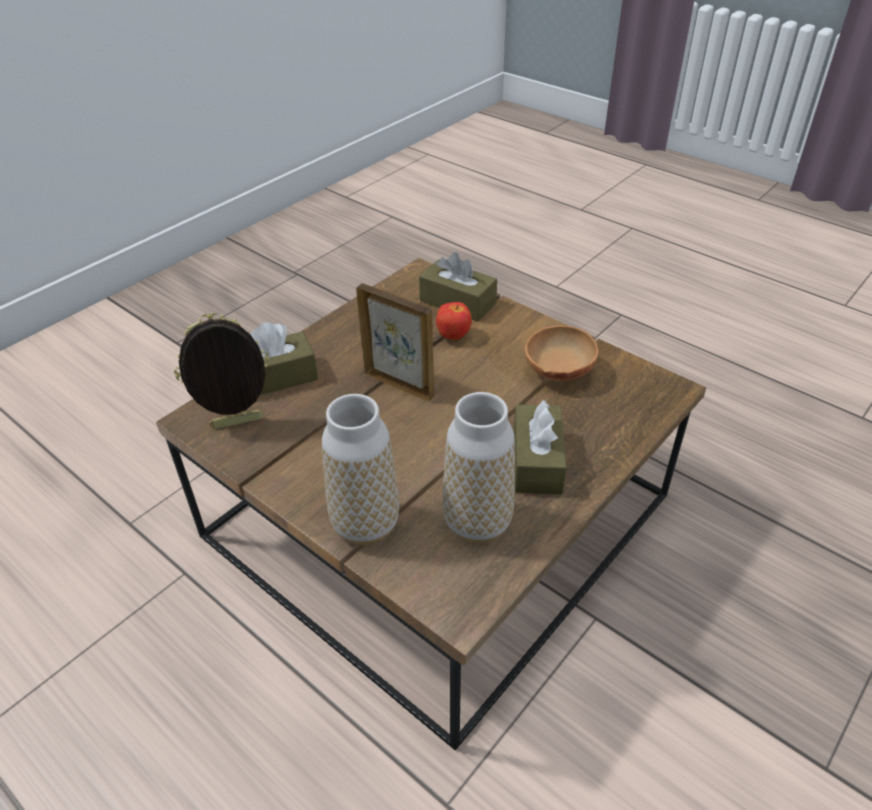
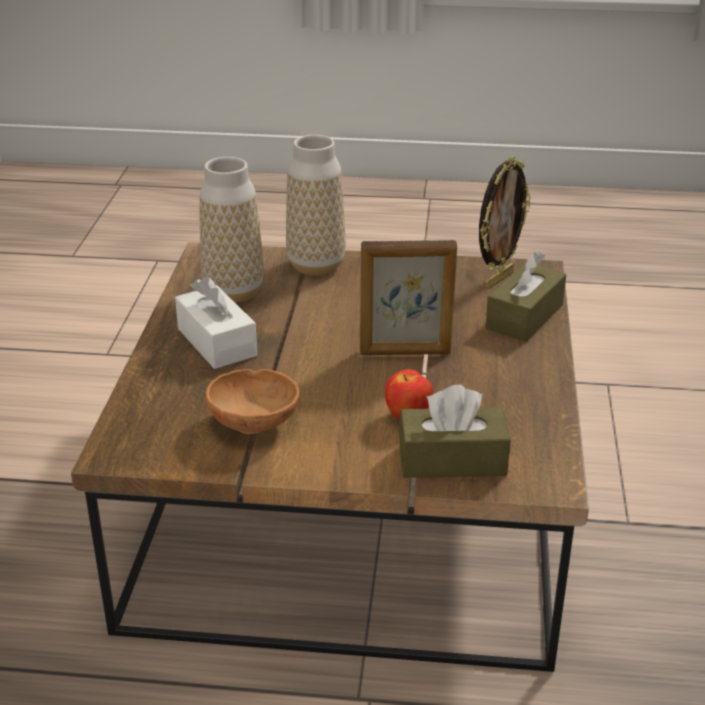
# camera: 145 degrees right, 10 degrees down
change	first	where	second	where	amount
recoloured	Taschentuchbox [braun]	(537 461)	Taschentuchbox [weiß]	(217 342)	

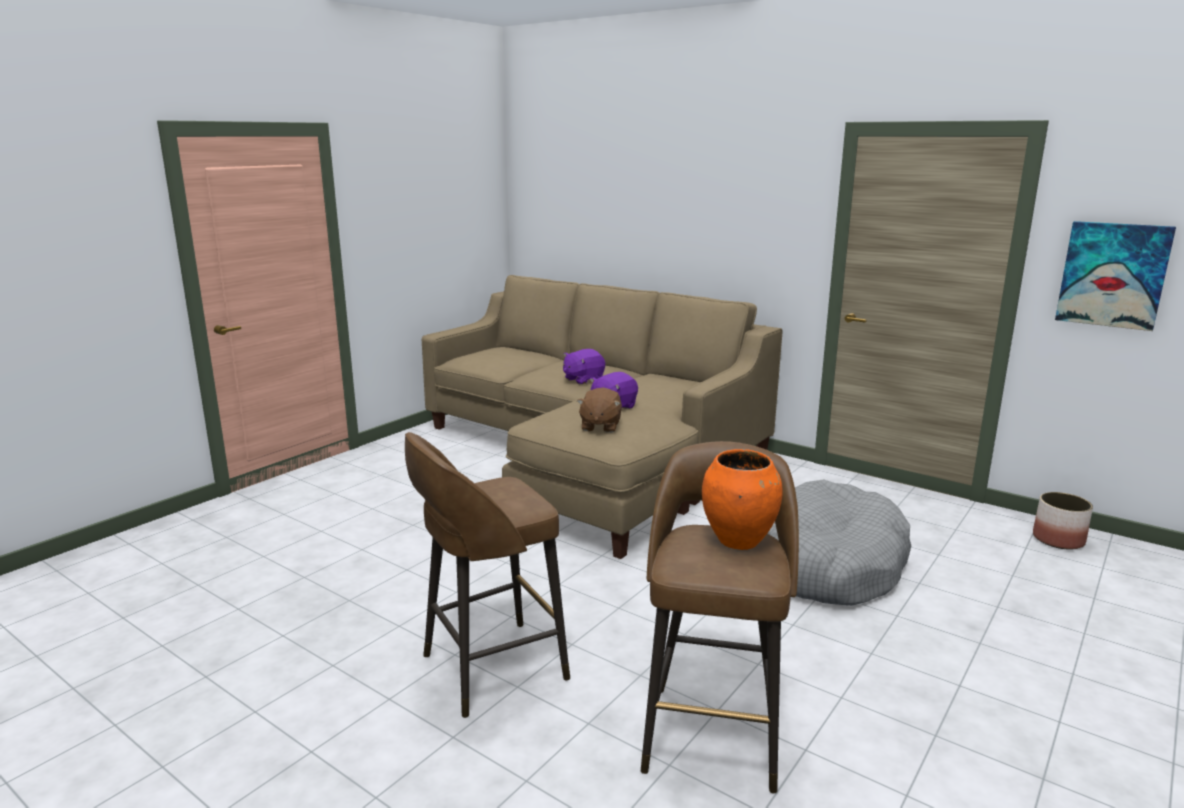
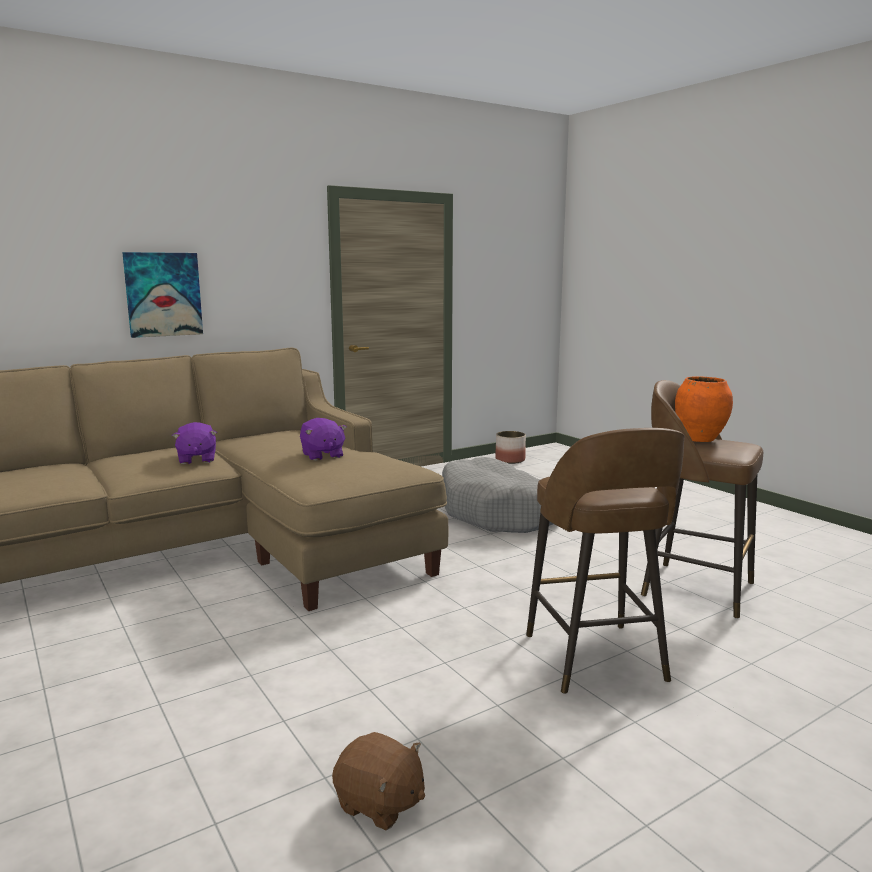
# camera: 70 degrees left, 5 degrees down
change	first	where	second	where	amount
moved	Bild	(1113 275)		(163 294)	
moved	Plüschtier [braun]	(600 426)		(379 804)	

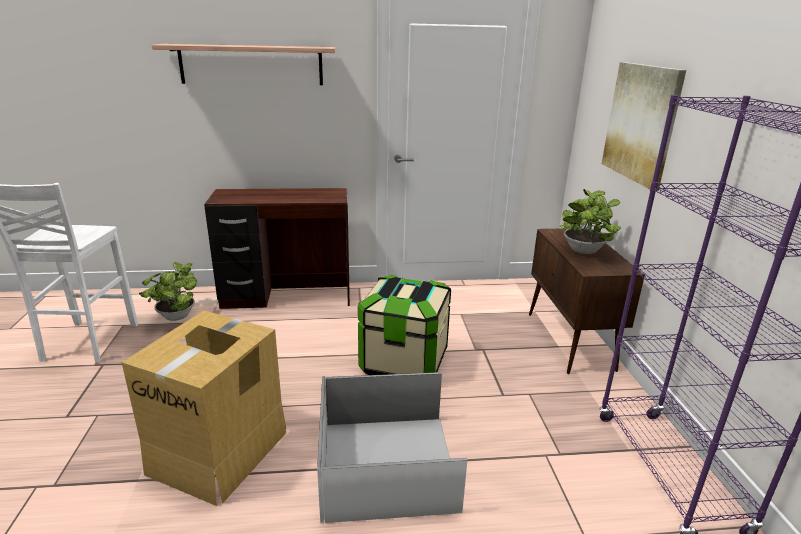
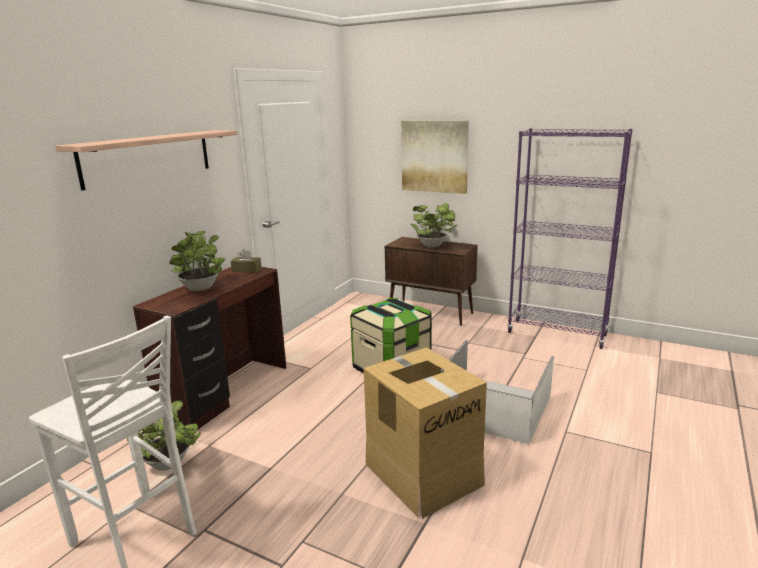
# camera: 55 degrees left, 5 degrees down
change	first	where	second	where	amount
added			Topfpflanze	(200 289)	
added			Taschentuchbox [braun]	(246 270)	

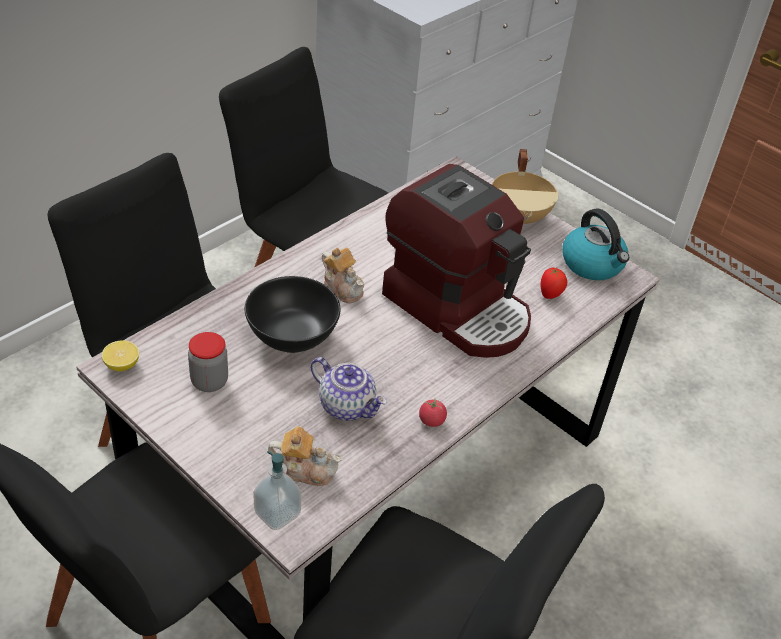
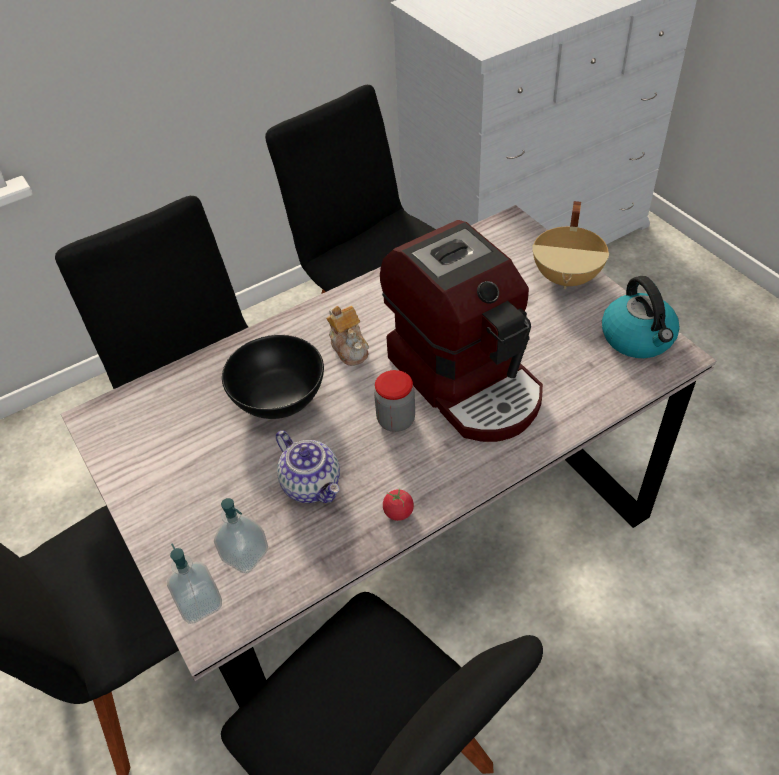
# camera: 20 degrees right, 5 degrees up
change	first	where	second	where	amount
removed	Tomate	(550 295)			
moved	Vorratsglas	(209 382)		(396 420)	
removed	Zitrone	(122 365)			
replaced	Teekanne	(305 469)	Seifenspender	(245 555)	

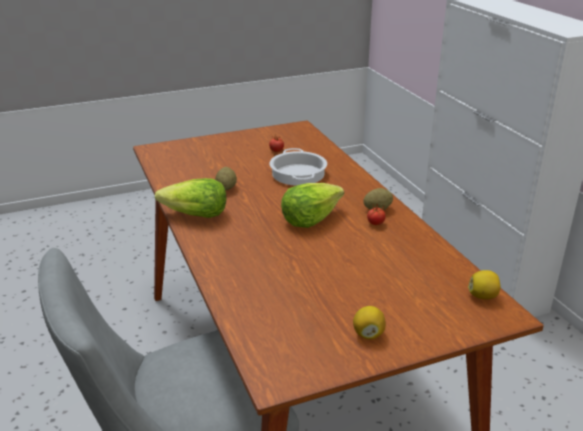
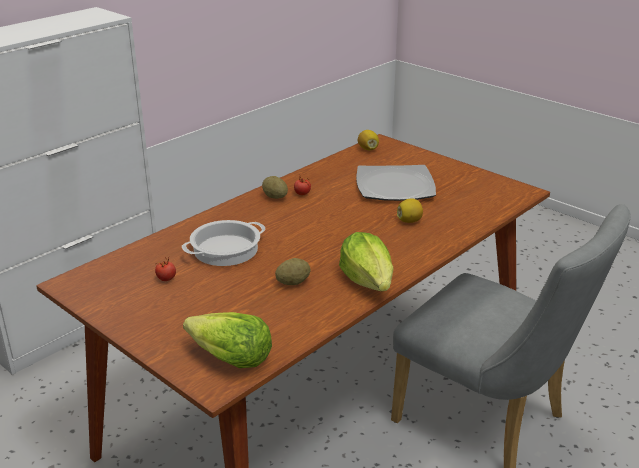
# camera: 115 degrees left, 0 degrees up
change	first	where	second	where	amount
moved	Salatkopf	(310 218)		(229 358)	
moved	Zitrone	(368 334)		(409 221)	
added			Teller	(394 186)	

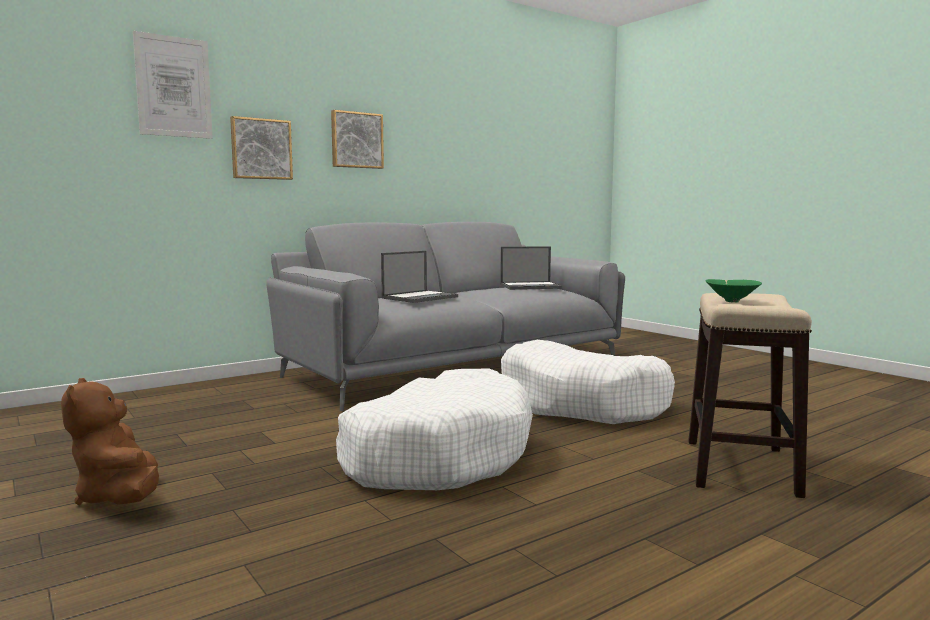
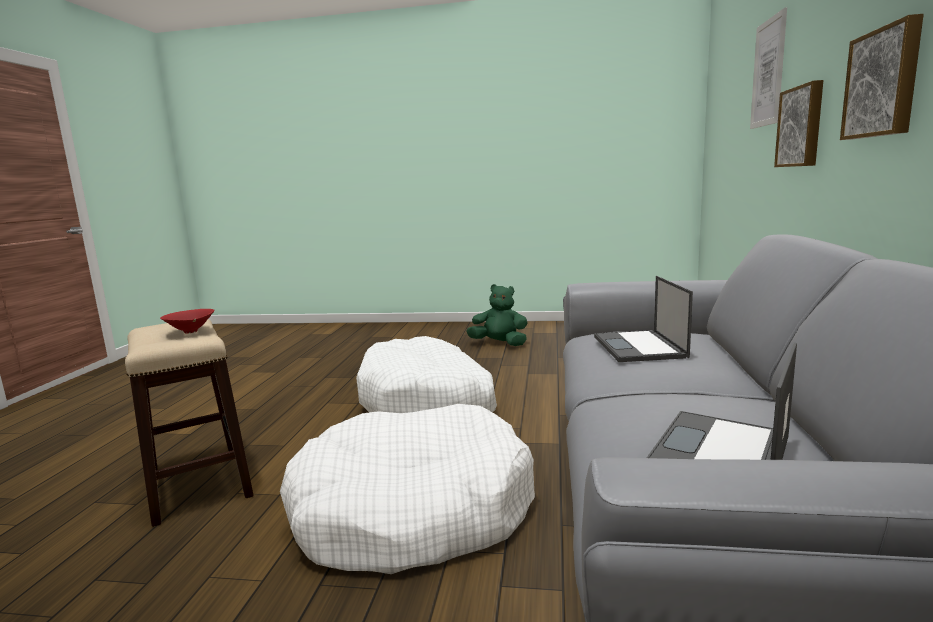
# camera: 135 degrees right, 5 degrees up
change	first	where	second	where	amount
recoloured	Schüssel [grün]	(731 301)	Schüssel [rot]	(191 332)	
recoloured	Plüschtier [braun]	(120 498)	Plüschtier [grün]	(499 344)	

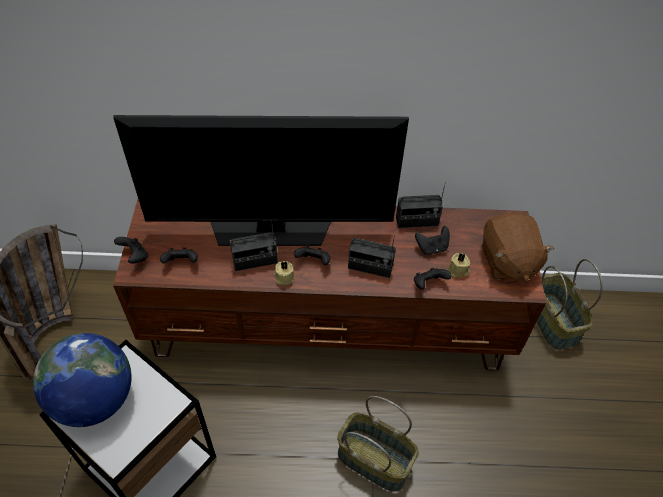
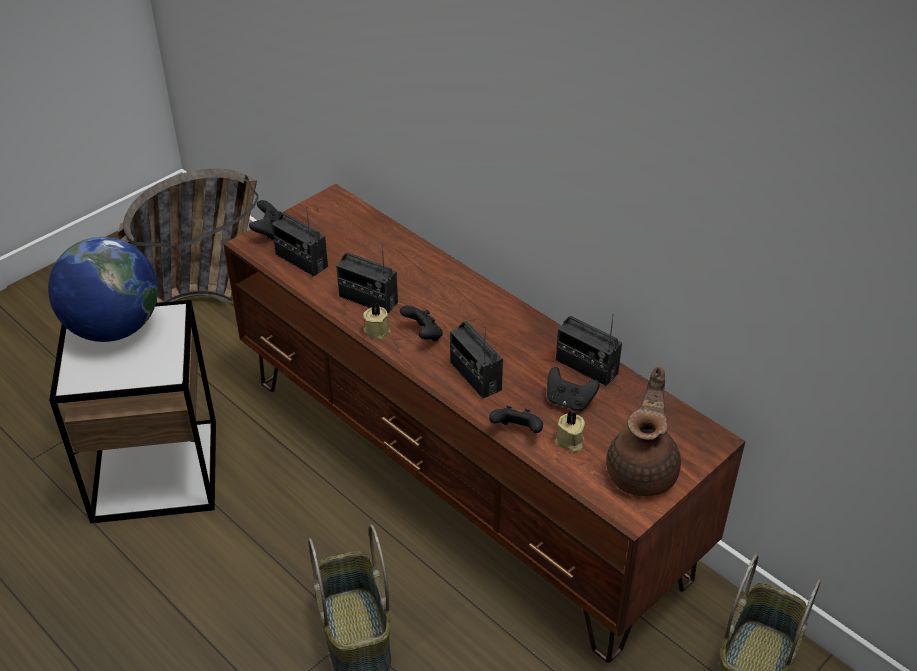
# camera: 45 degrees right, 10 degrees down
change	first	where	second	where	amount
removed	Fernseher	(271 228)			
replaced	Plüschtier [braun]	(507 261)	Teekanne [braun]	(643 471)	
replaced	Gamepad [schwarz]	(181 263)	Radio	(301 260)	

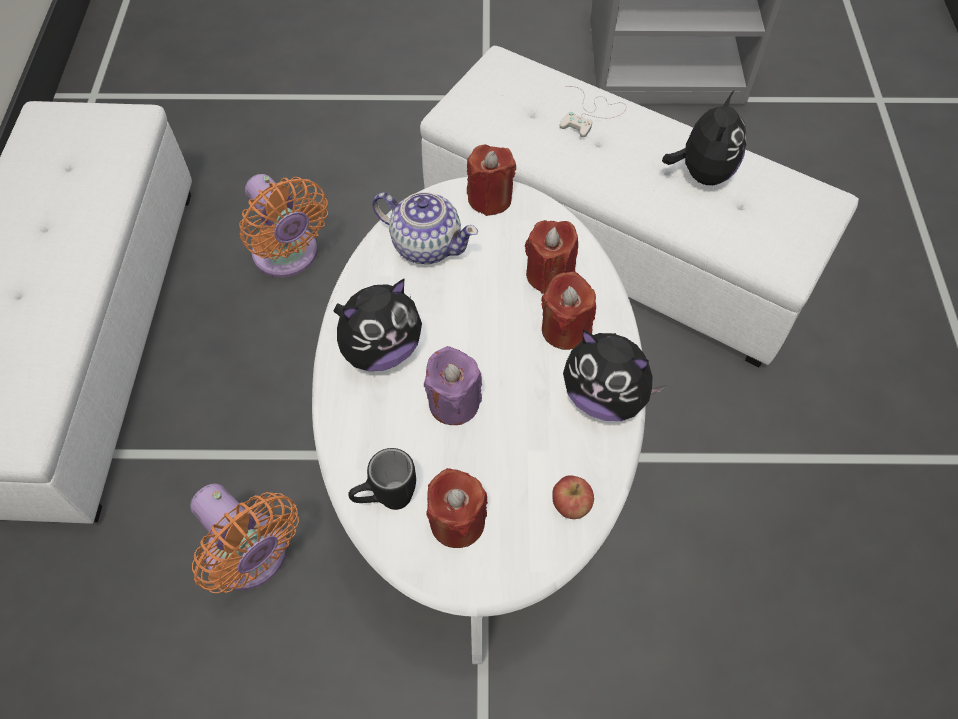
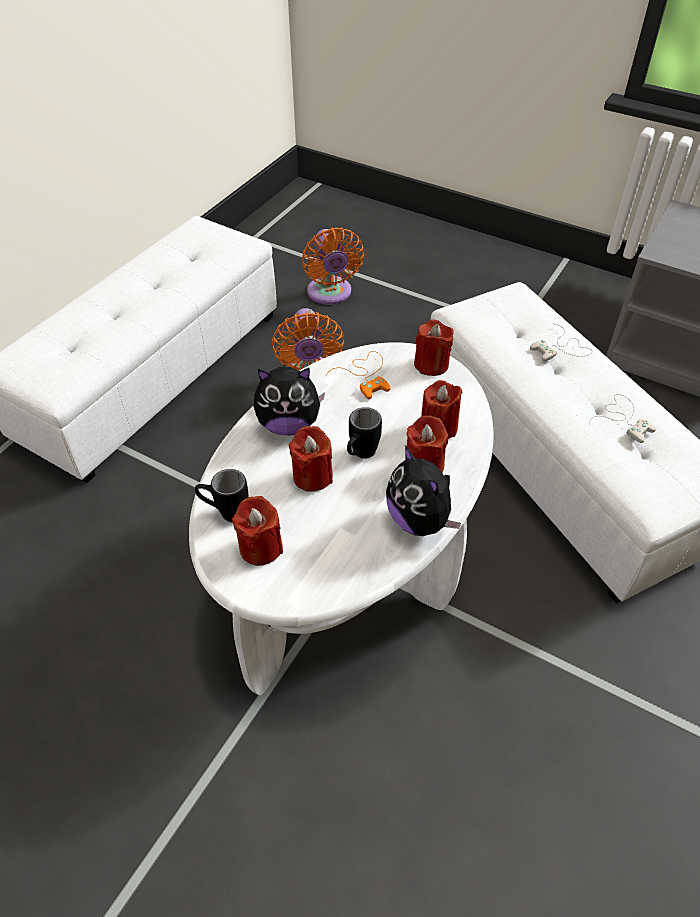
# camera: 30 degrees right, 10 degrees down
change	first	where	second	where	amount
replaced	Plüschtier	(702 173)	Gamepad [weiß]	(623 419)	
replaced	Teekanne	(426 244)	Gamepad [orange]	(366 375)	
recoloured	Kerze [lila]	(453 403)	Kerze [rot]	(312 476)	
removed	Apfel	(570 505)			
moved	Ventilator [orange]	(252 558)		(330 294)	
added			Henkelbecher [schwarz]	(360 455)	

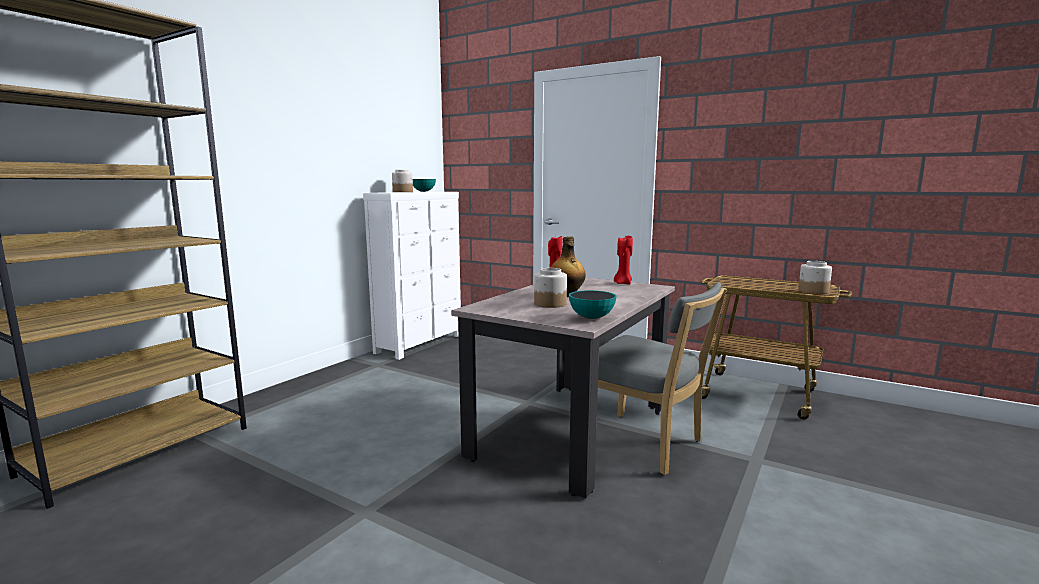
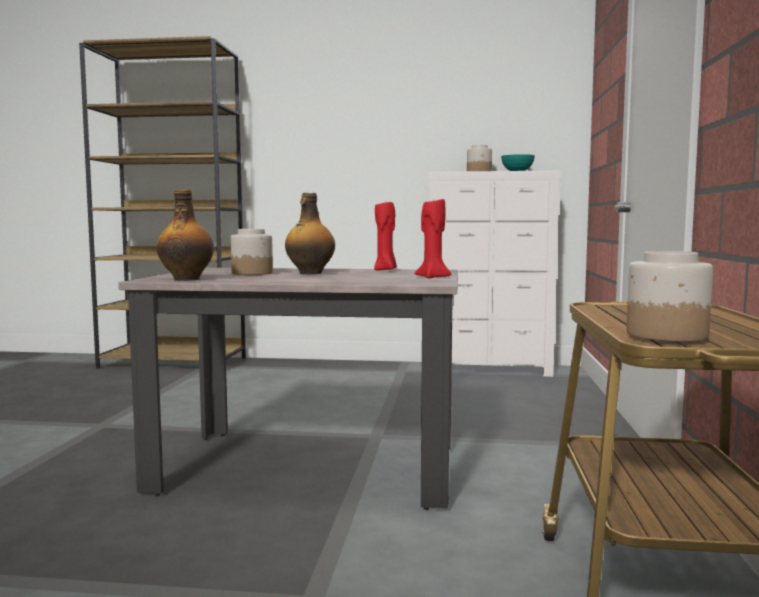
# camera: 65 degrees right, 5 degrees down
change	first	where	second	where	amount
removed	Stuhl [grau]	(645 445)			
replaced	Schüssel	(591 318)	Flasche	(187 279)	

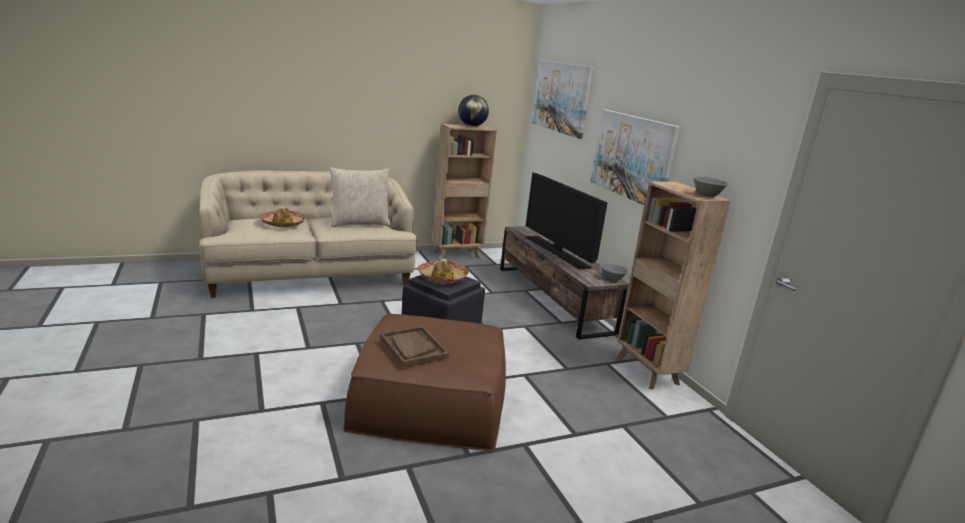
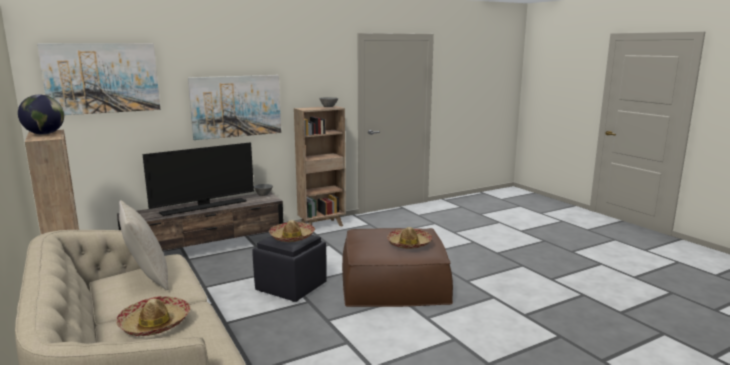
# camera: 95 degrees left, 5 degrees down
change	first	where	second	where	amount
replaced	Tablett [braun]	(413 348)	Hut	(409 244)	

